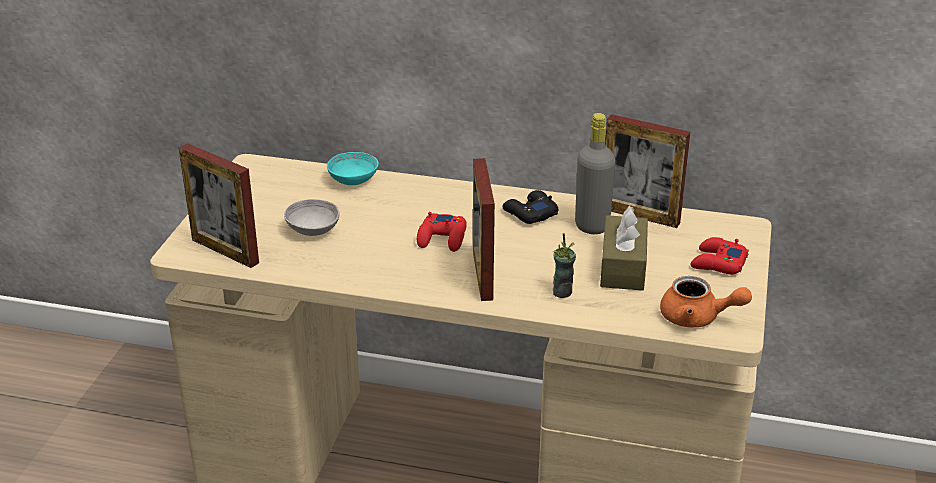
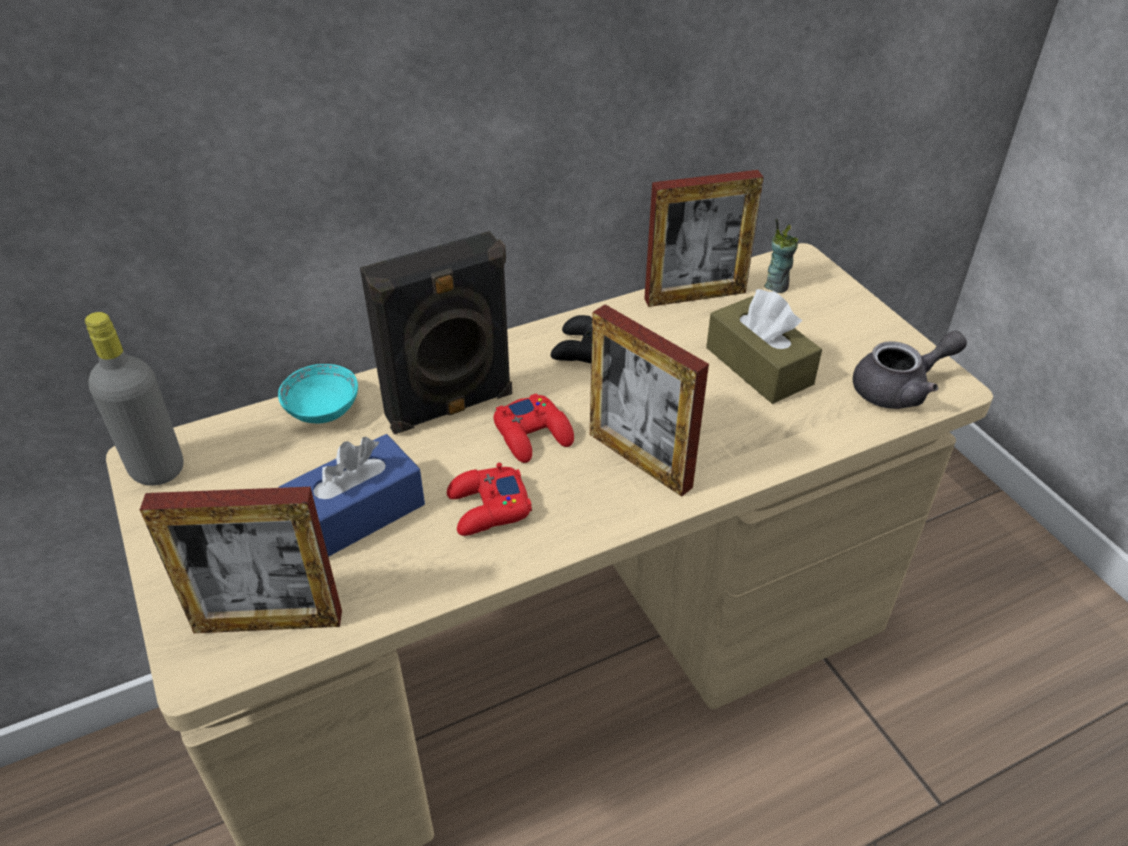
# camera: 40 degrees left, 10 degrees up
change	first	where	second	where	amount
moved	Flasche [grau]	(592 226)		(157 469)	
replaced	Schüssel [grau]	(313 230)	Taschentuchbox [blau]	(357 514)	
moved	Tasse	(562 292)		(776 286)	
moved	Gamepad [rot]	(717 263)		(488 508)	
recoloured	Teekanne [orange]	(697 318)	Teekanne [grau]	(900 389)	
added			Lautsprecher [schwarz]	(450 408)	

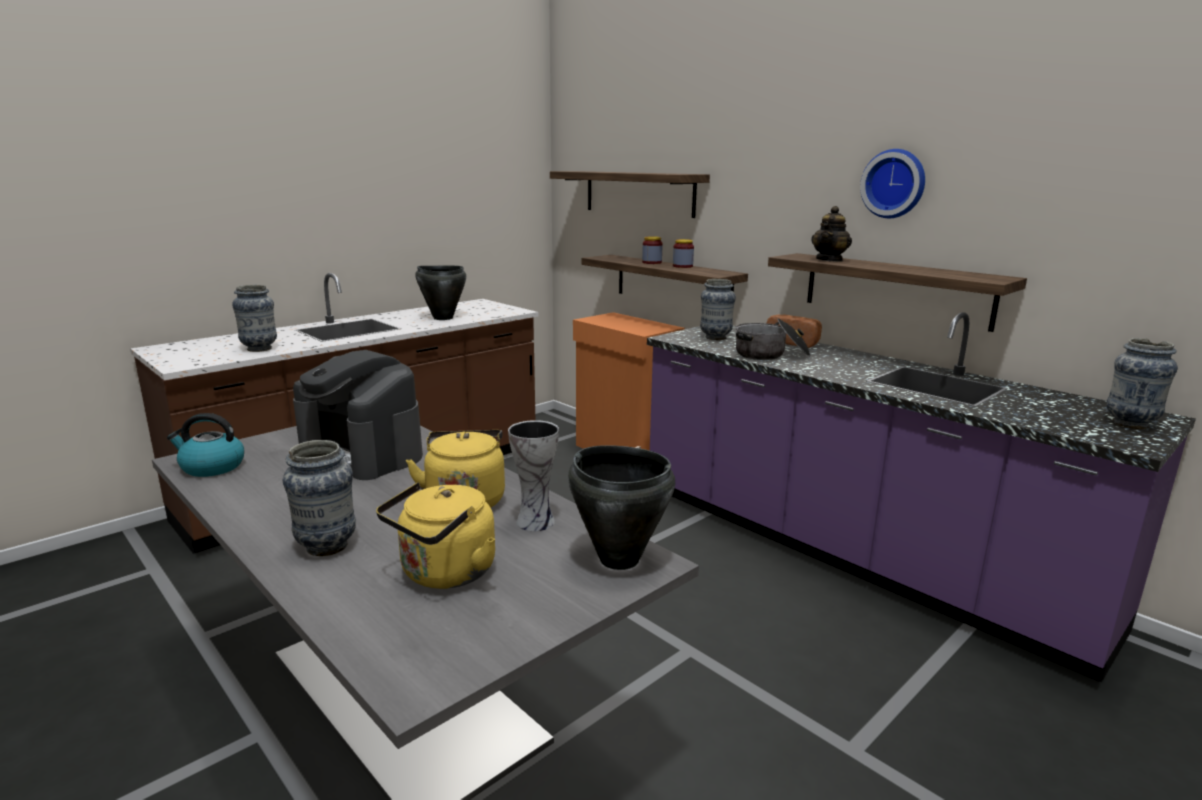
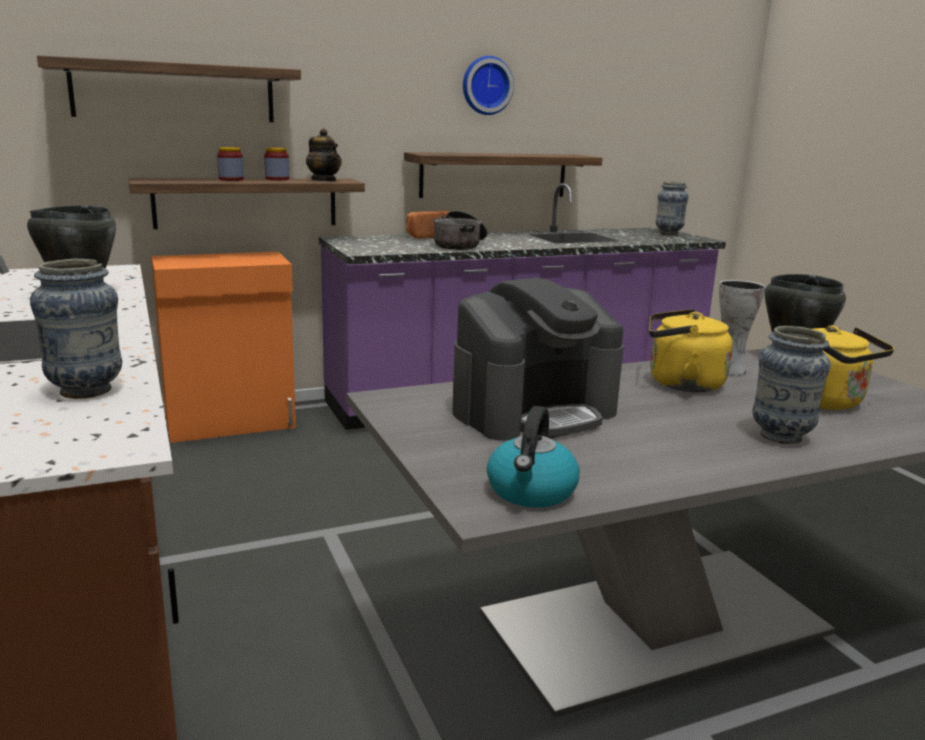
# camera: 70 degrees left, 0 degrees up
change	first	where	second	where	amount
moved	Teekanne	(829 260)		(324 181)	
removed	Vase	(715 338)			

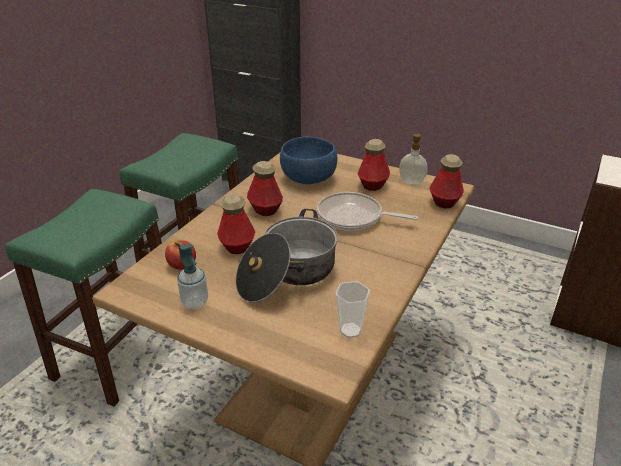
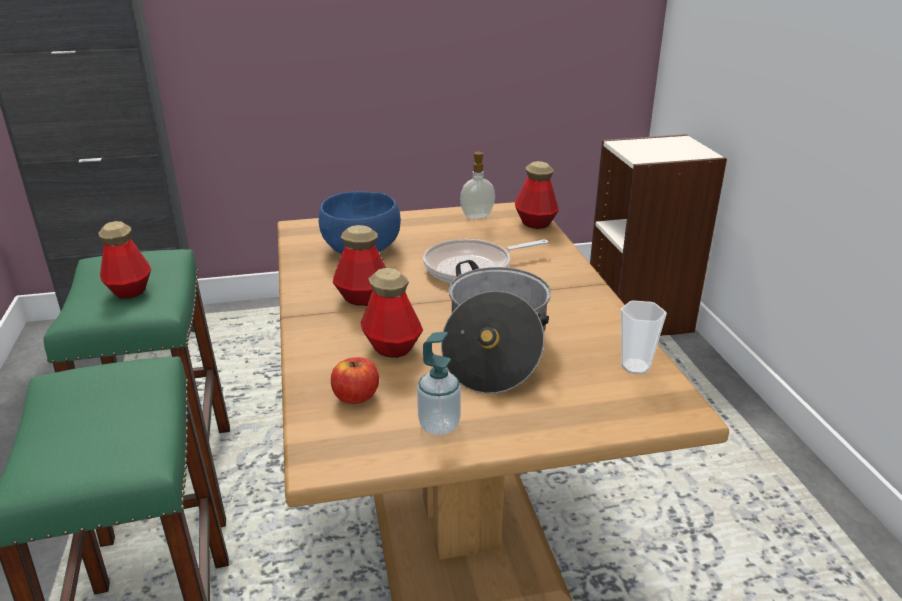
# camera: 40 degrees left, 5 degrees down
change	first	where	second	where	amount
moved	Flasche	(373 185)		(130 290)	

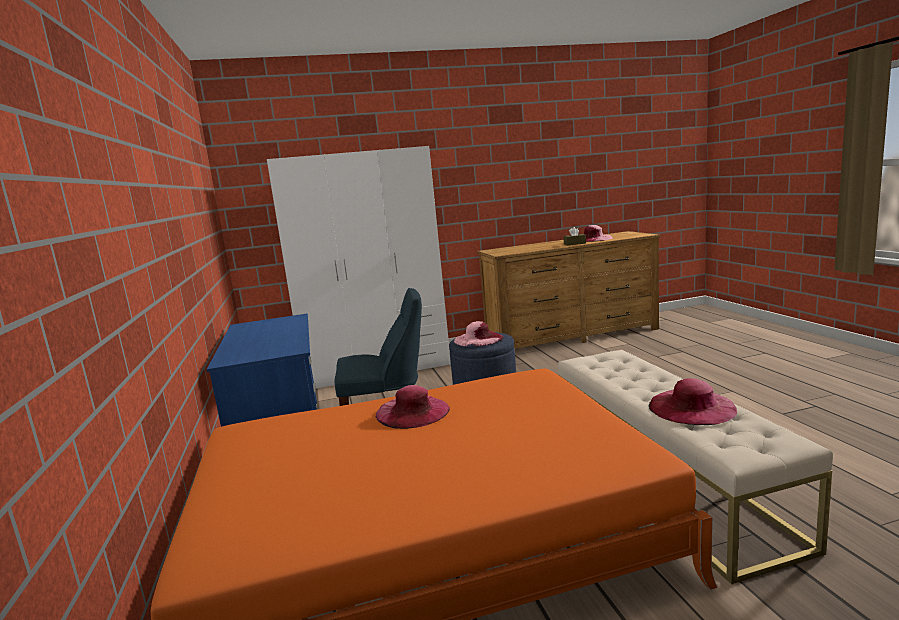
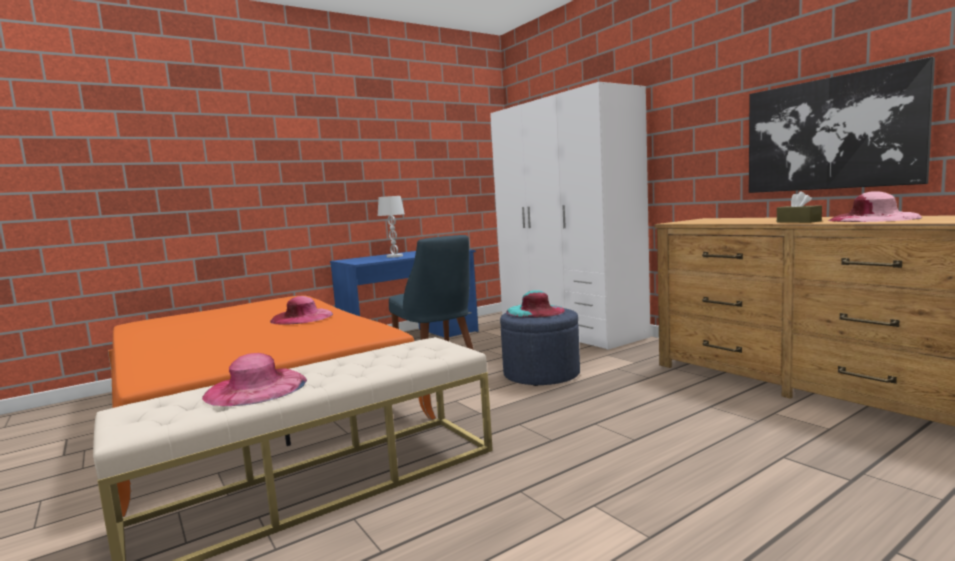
# camera: 70 degrees right, 5 degrees down
change	first	where	second	where	amount
recoloured	Hut [rosa]	(478 339)	Hut [türkis]	(535 311)	
added			Bild	(831 134)	
added			Tischlampe [weiß]	(395 256)	

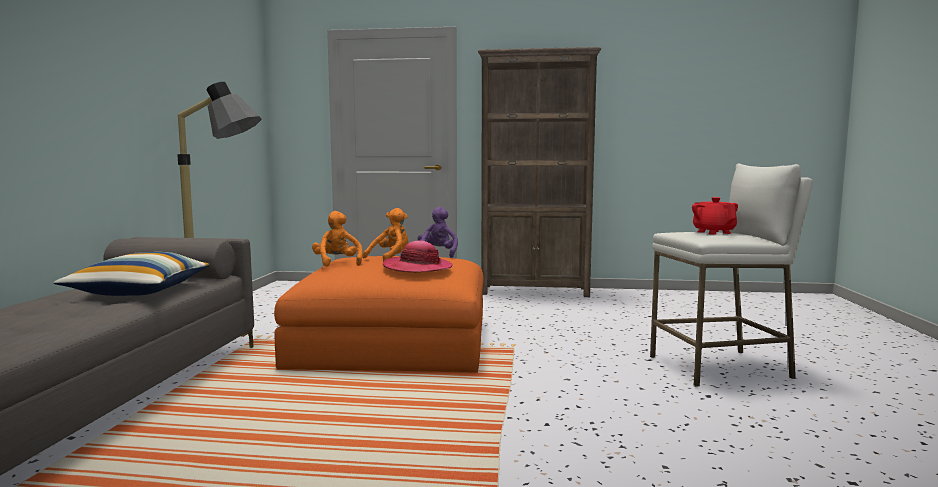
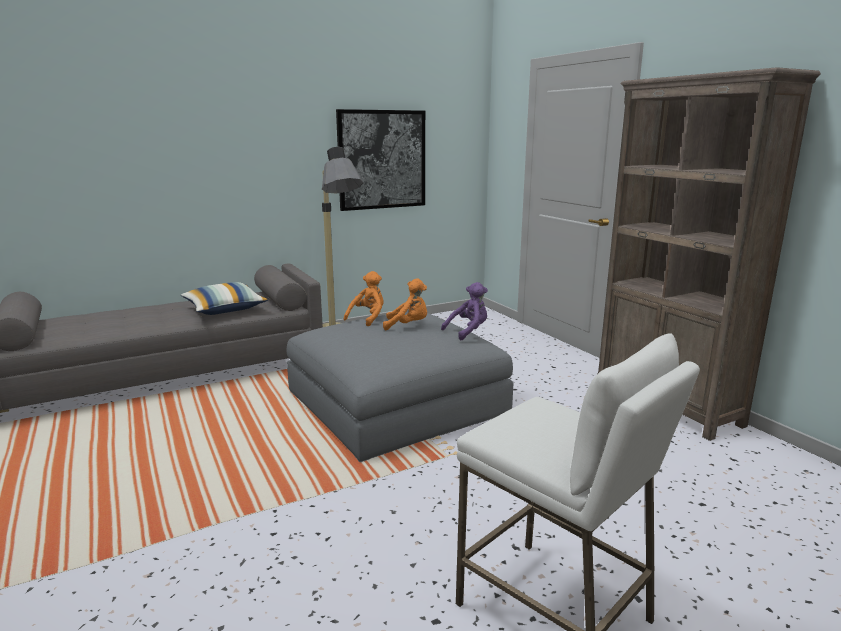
# camera: 55 degrees right, 10 degrees up
change	first	where	second	where	amount
removed	Teekanne [rot]	(713 232)			
removed	Hut	(417 268)			
recoloured	Polsterhocker [orange]	(393 341)	Polsterhocker [grau]	(395 401)	
added			Bild	(382 160)	

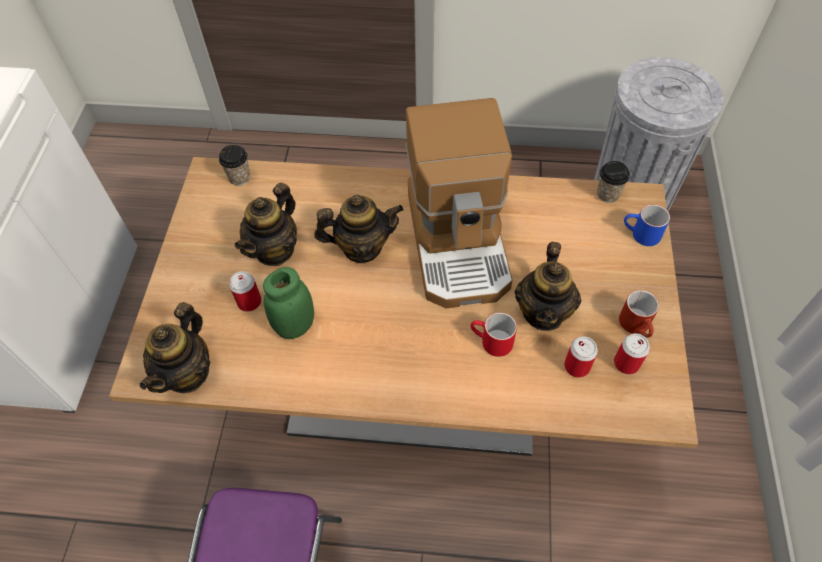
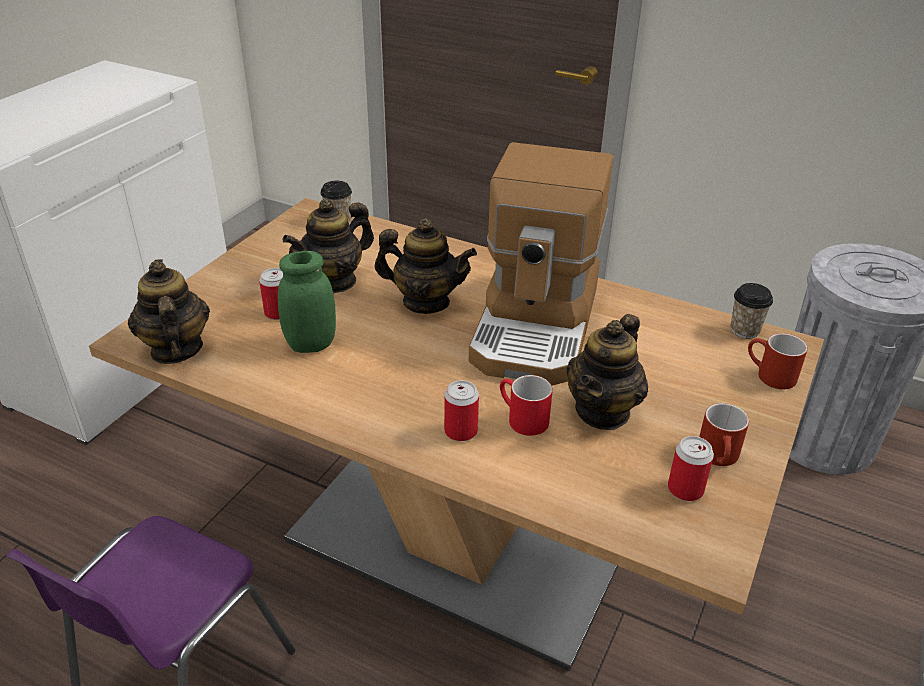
# camera: 20 degrees right, 20 degrees down
change	first	where	second	where	amount
recoloured	Henkelbecher [blau]	(640 235)	Henkelbecher [rot]	(769 375)	
turned	Teekanne	(187 372)		(176 349)	120 degrees clockwise
moved	Dose	(577 366)		(461 431)	

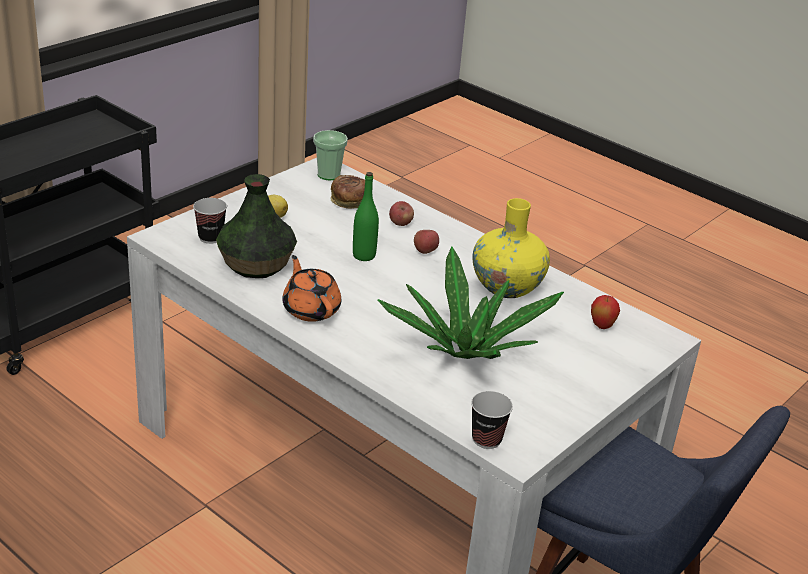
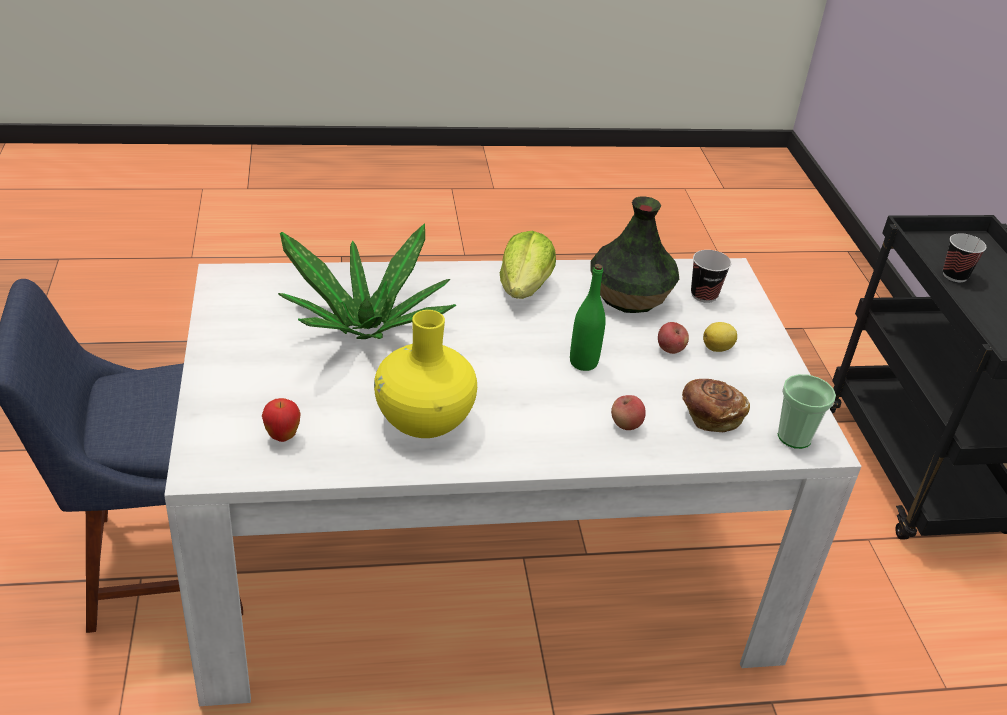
# camera: 130 degrees right, 5 degrees up
change	first	where	second	where	amount
moved	Apfel	(425 251)		(670 350)	
replaced	Teekanne [orange]	(311 309)	Salatkopf	(525 288)	
moved	Tasse	(486 439)		(955 275)	

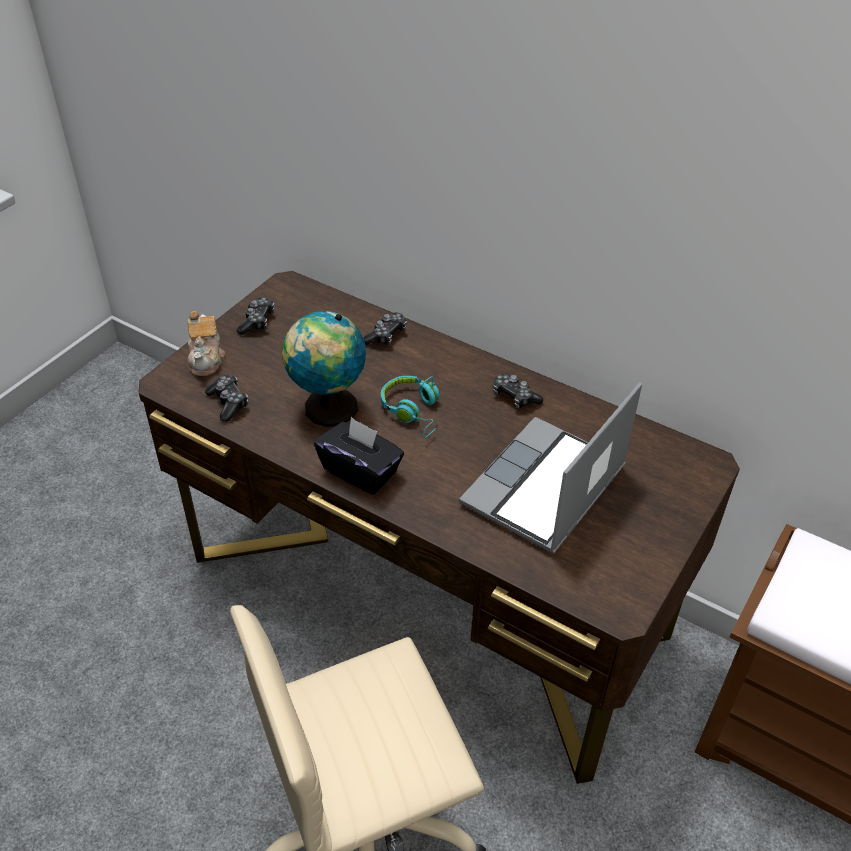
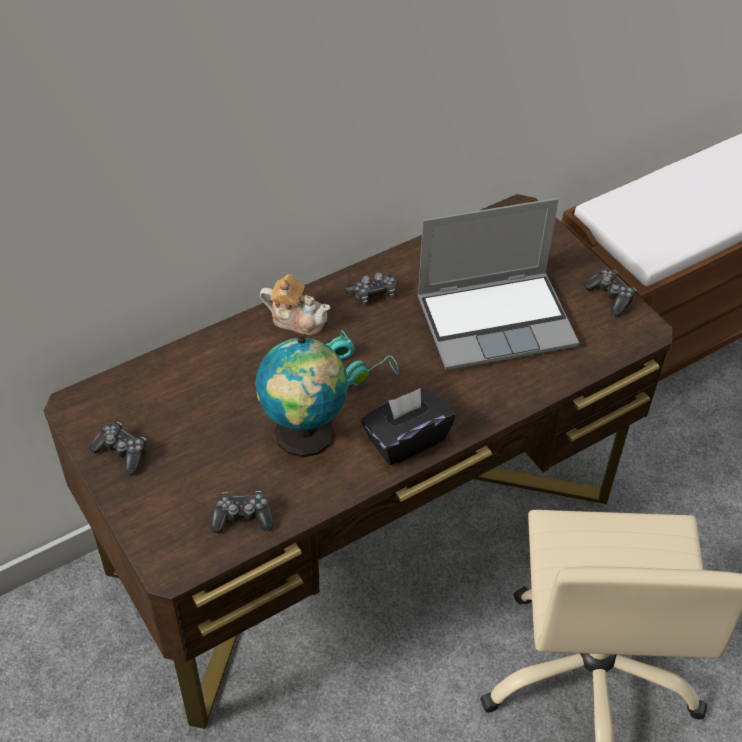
# camera: 65 degrees left, 5 degrees up
change	first	where	second	where	amount
moved	Teekanne	(206 358)		(297 319)	
moved	Gamepad	(386 335)		(610 297)	
turned	Laptop	(544 489)		(497 321)	75 degrees counterclockwise

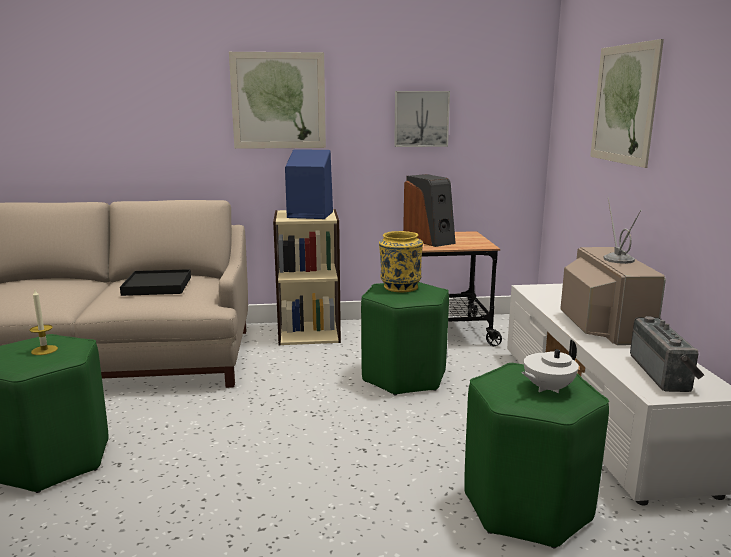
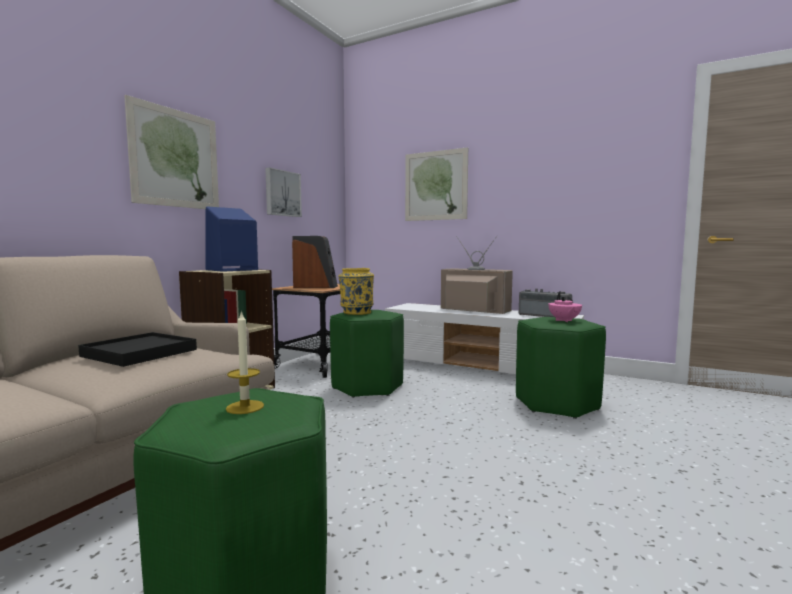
# camera: 55 degrees left, 10 degrees down
change	first	where	second	where	amount
recoloured	Teekanne [weiß]	(547 388)	Teekanne [rosa]	(564 320)	

